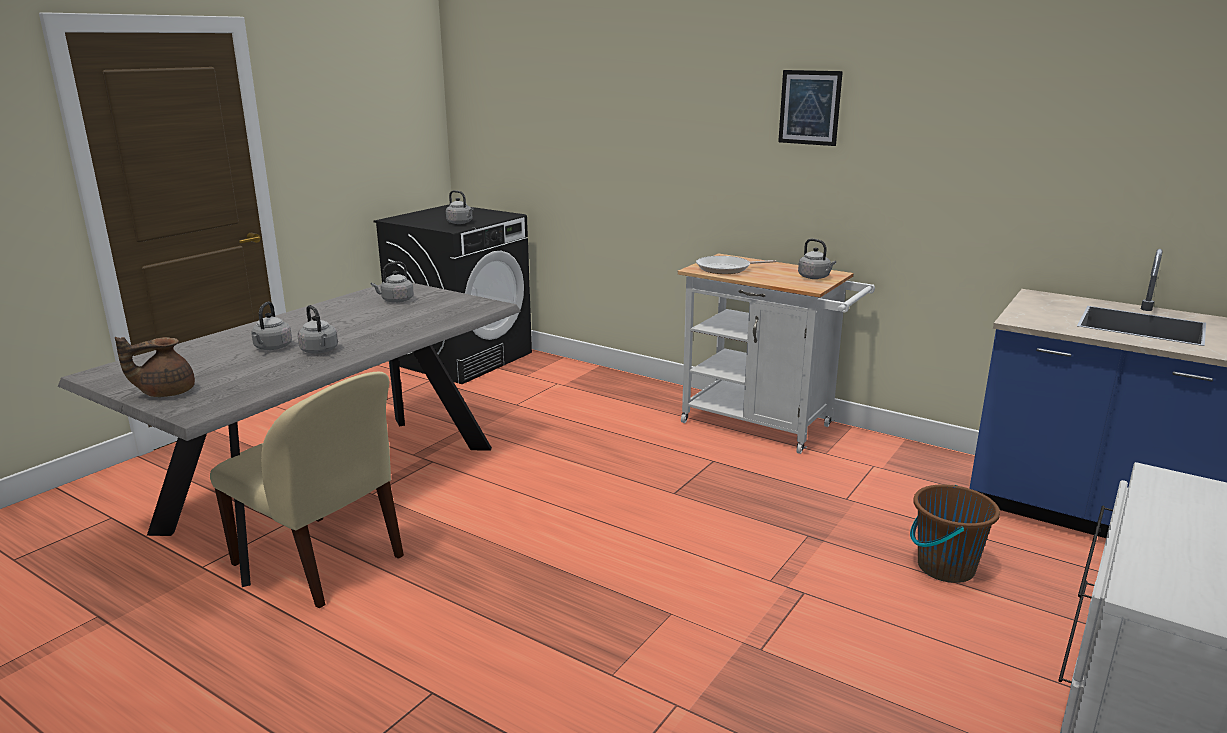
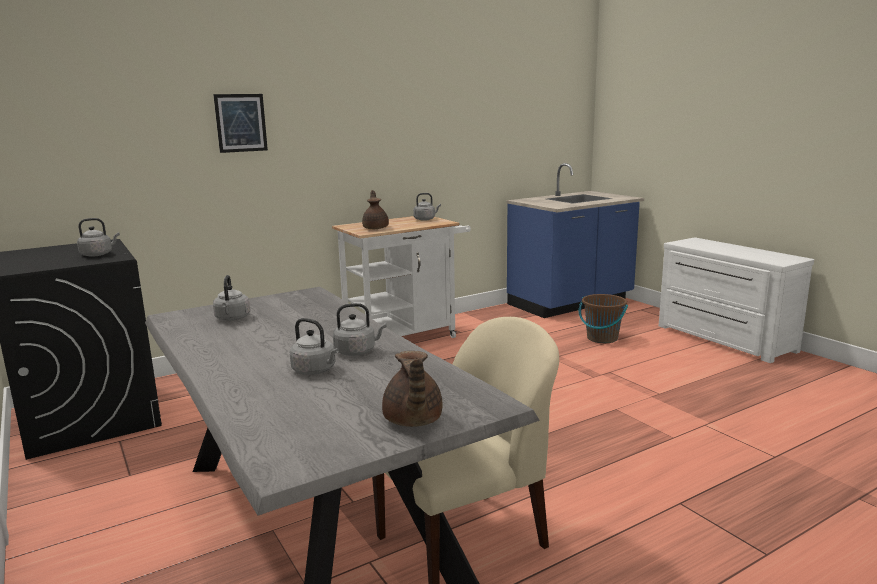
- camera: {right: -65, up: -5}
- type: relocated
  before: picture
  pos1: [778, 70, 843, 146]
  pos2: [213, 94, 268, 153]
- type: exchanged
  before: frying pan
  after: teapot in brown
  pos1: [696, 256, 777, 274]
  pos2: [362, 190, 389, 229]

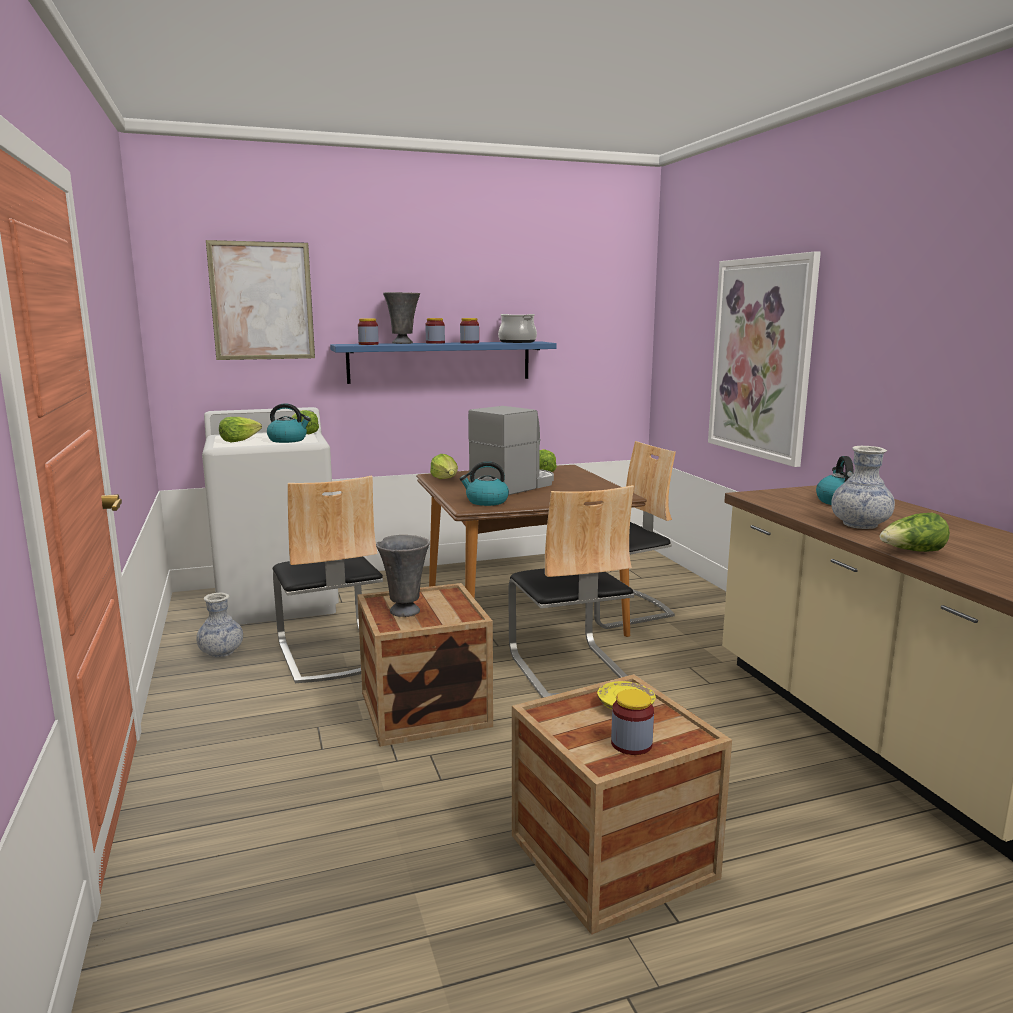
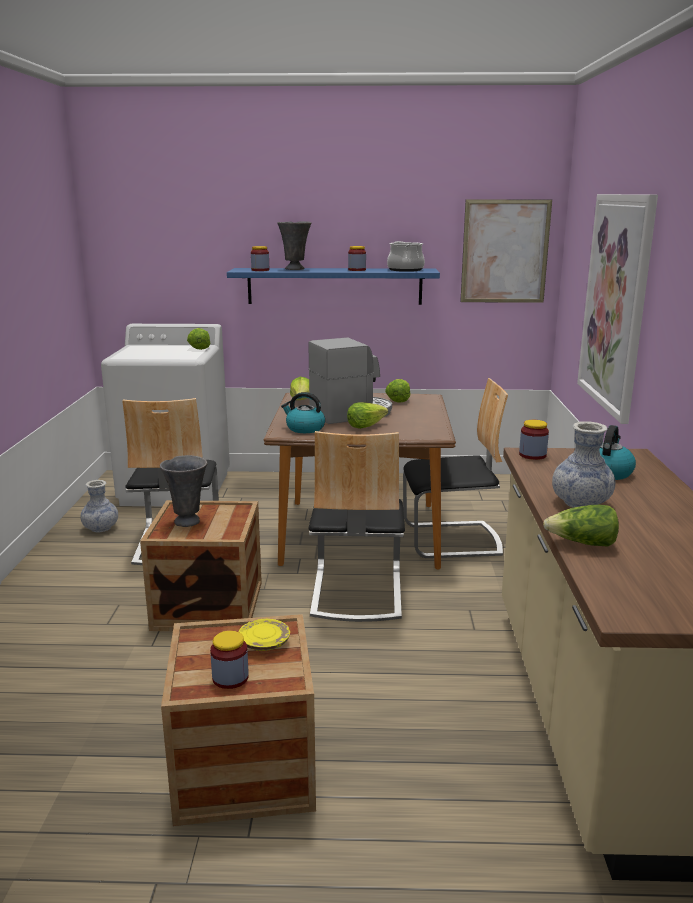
- camera: {right: 20, up: 5}
- type: relocated
  before: lettuce
  pos1: [219, 417, 262, 442]
  pos2: [347, 402, 388, 429]
- type: relocated
  before: picture
  pos1: [206, 240, 315, 360]
  pos2: [460, 199, 552, 303]
- type: relocated
  before: jar
  pos1: [425, 318, 445, 344]
  pos2: [519, 420, 549, 460]
- type: missing
  before: kettle
  pos1: [267, 403, 311, 443]

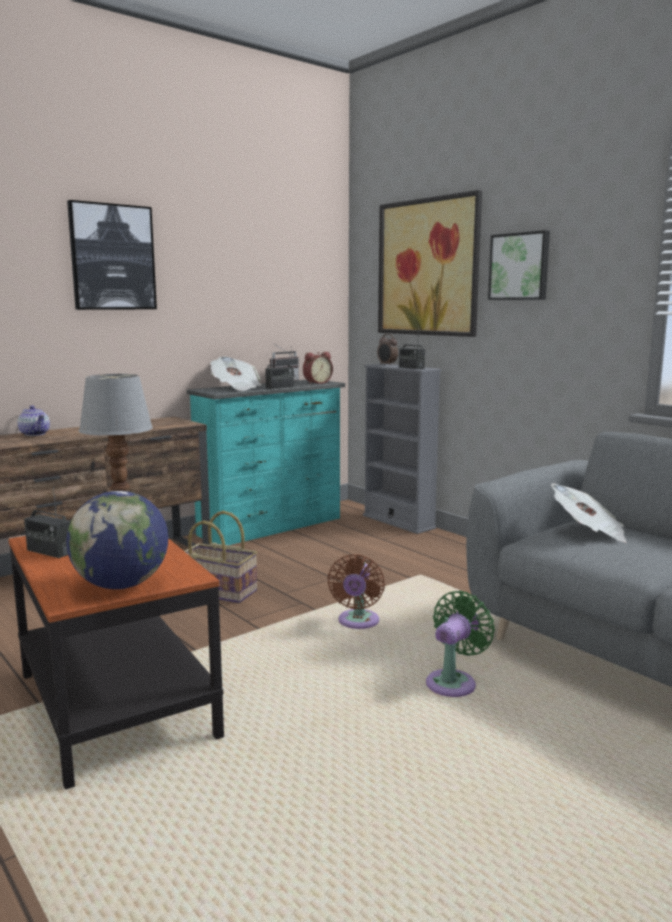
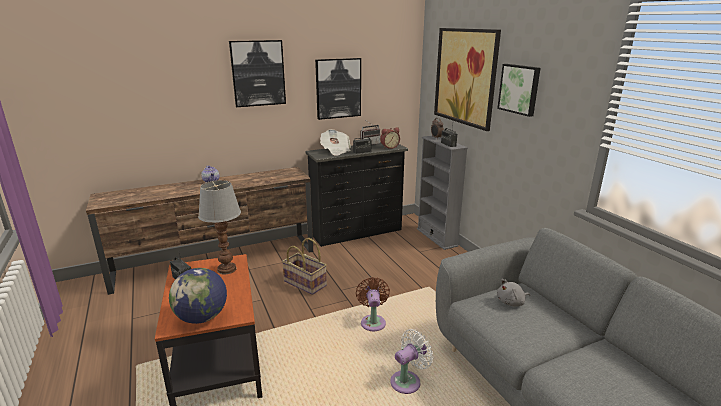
- camera: {right: 15, up: 10}
- type: colour
  before: dresser in turquoise
  after: dresser in black
  pos1: [187, 380, 345, 545]
  pos2: [305, 142, 408, 247]
- type: appeared
  after: picture
  pos2: [315, 58, 361, 120]
- type: spun
  before: fan in brown
  pos1: [328, 554, 385, 629]
  pos2: [356, 277, 390, 331]
  turn: 150
- type: colour
  before: fan in green
  after: fan in white
  pos1: [426, 591, 495, 697]
  pos2: [390, 329, 433, 394]
- type: exchanged
  before: newspaper
  after: plush toy in grey
  pos1: [551, 483, 626, 542]
  pos2: [497, 279, 530, 307]

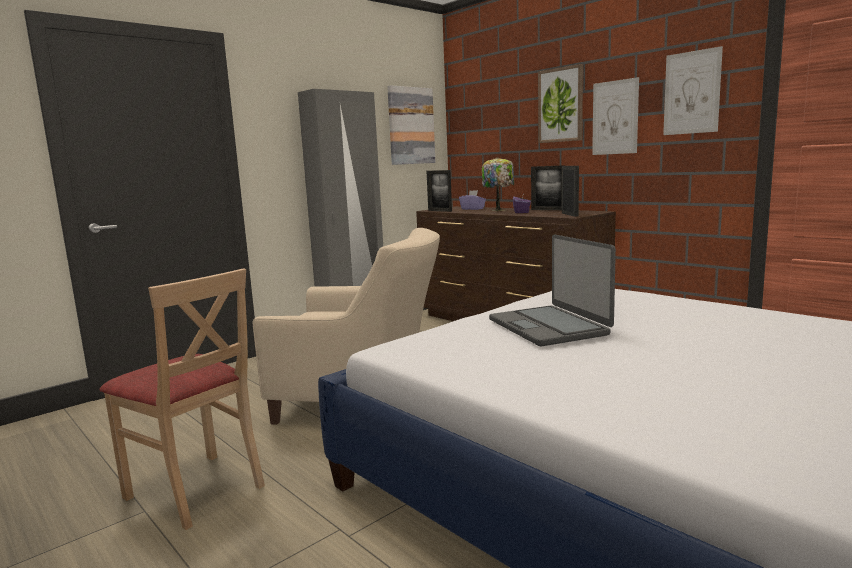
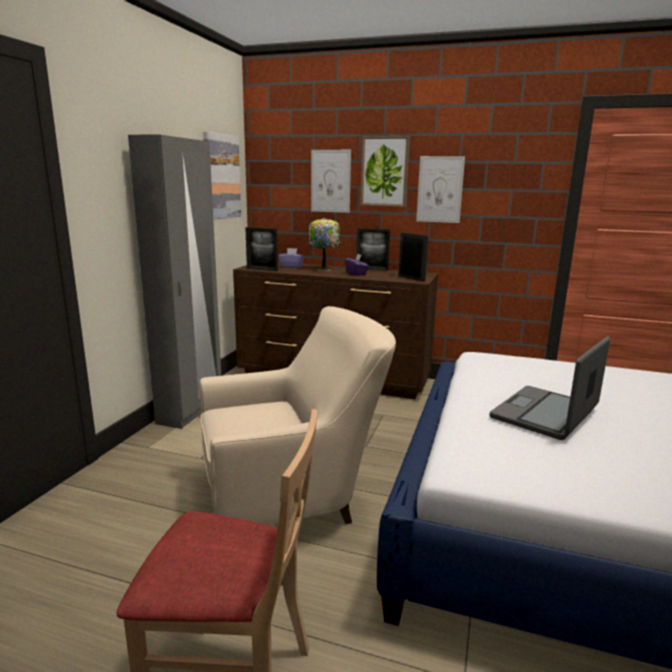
- camera: {right: -30, up: 5}
- type: relocated
  before: picture
  pos1: [663, 46, 723, 135]
  pos2: [311, 150, 351, 213]
- type: spun
  before: laptop
  pos1: [489, 234, 616, 346]
  pos2: [489, 336, 610, 440]
  turn: 90

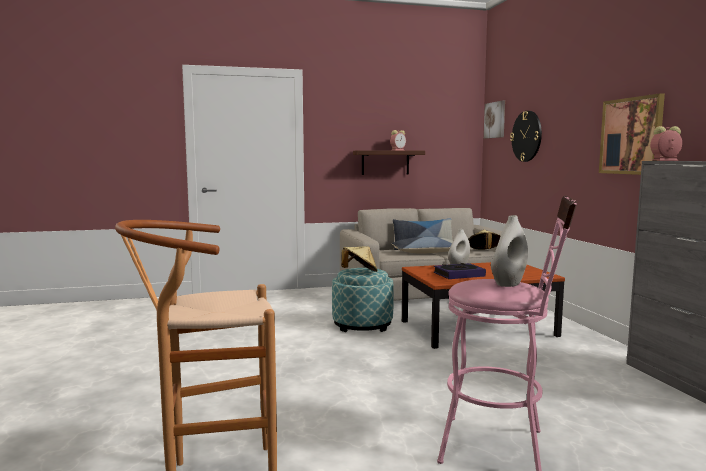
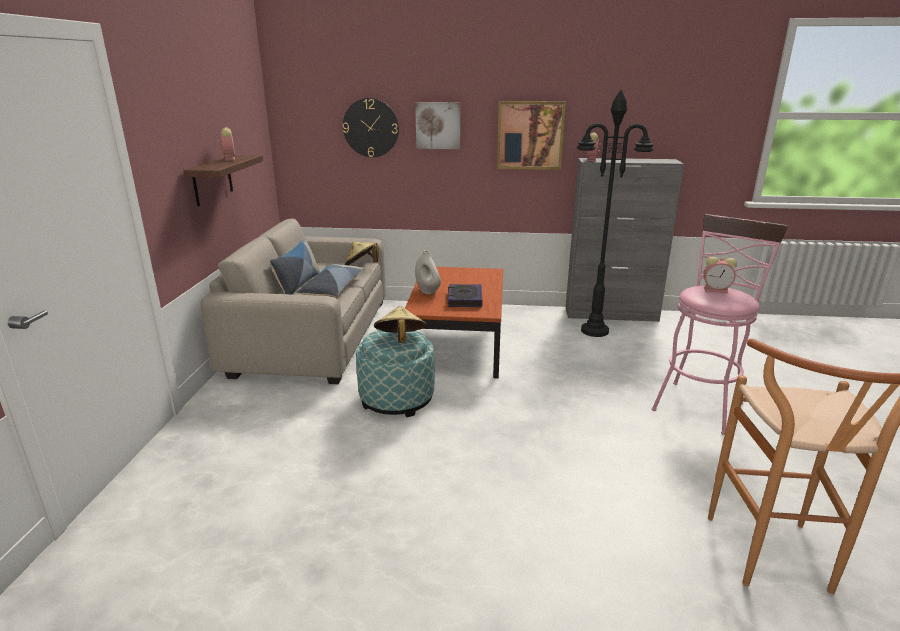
- camera: {right: -70, up: 15}
- type: relocated
  before: picture
  pos1: [484, 100, 505, 138]
  pos2: [415, 102, 460, 149]
- type: appeared
  after: floor lamp in black
  pos2: [577, 90, 654, 337]
- type: exchanged
  before: vase in white
  after: alarm clock
  pos1: [491, 215, 528, 287]
  pos2: [703, 257, 737, 293]

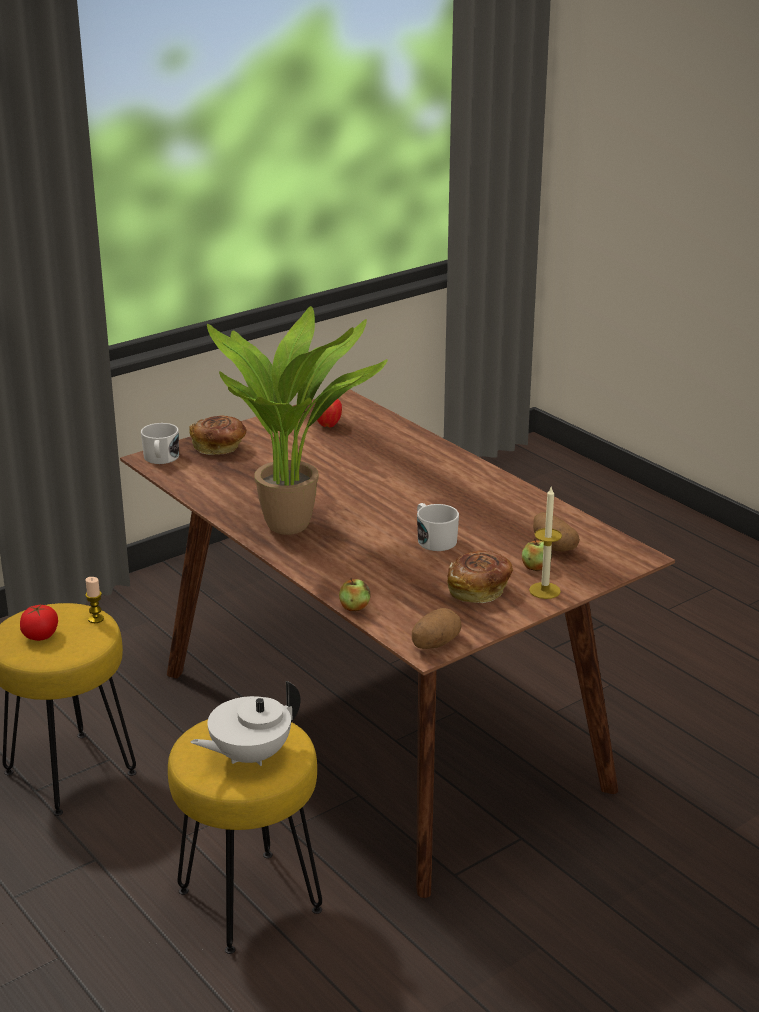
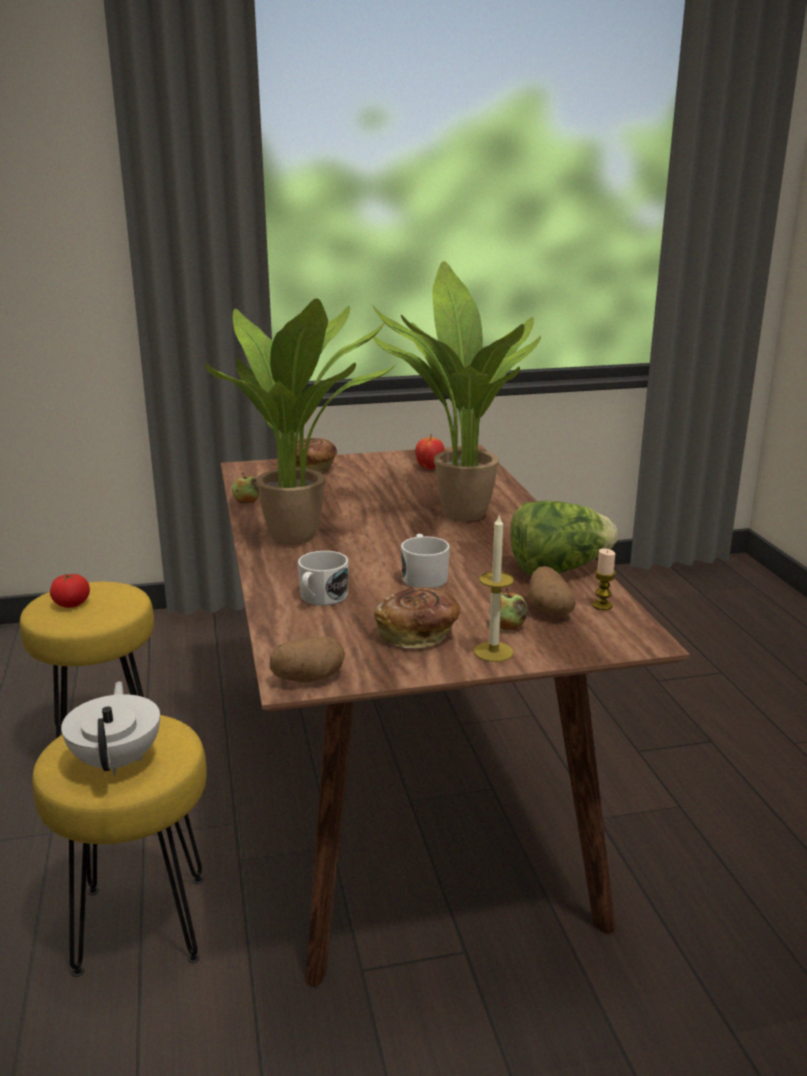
- camera: {right: 25, up: -5}
- type: spun
  before: teapot in white
  pos1: [191, 681, 301, 766]
  pos2: [61, 681, 160, 775]
  turn: 90
- type: relocated
  before: apple
  pos1: [339, 578, 371, 611]
  pos2: [232, 473, 259, 503]
- type: relocated
  before: mug in white
  pos1: [141, 423, 179, 464]
  pos2: [298, 551, 348, 606]
- type: appeared
  after: potted plant
  pos2: [372, 261, 541, 521]
- type: appeared
  after: lettuce
  pos2: [510, 501, 618, 575]
- type: relocated
  before: candle
  pos1: [85, 577, 104, 623]
  pos2: [592, 549, 616, 610]

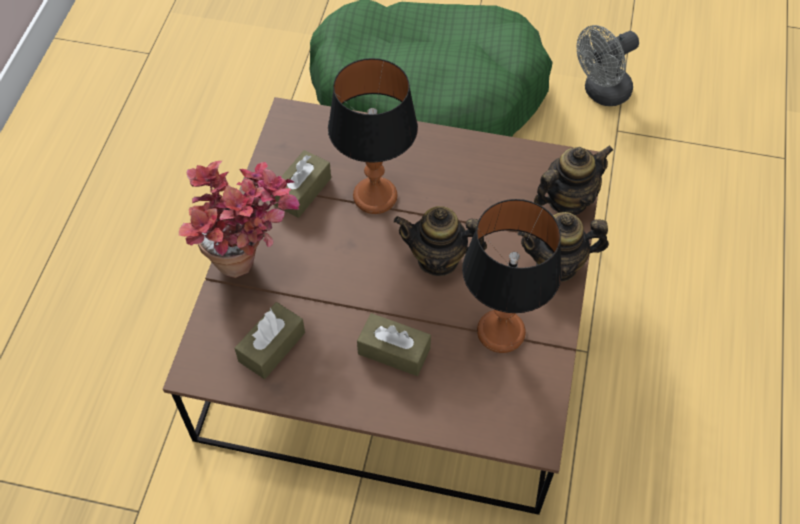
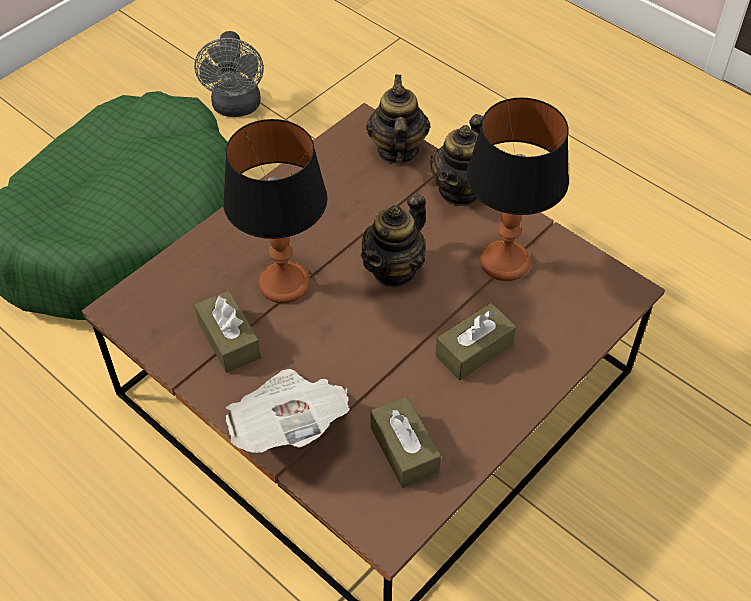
- camera: {right: -60, up: -5}
- type: exchanged
  before: potted plant
  after: newspaper
  pos1: [179, 161, 300, 278]
  pos2: [226, 369, 350, 453]

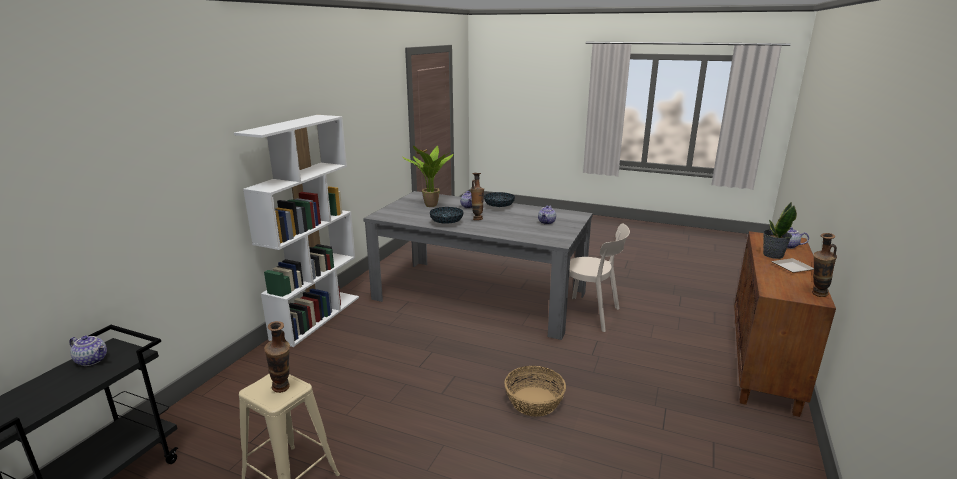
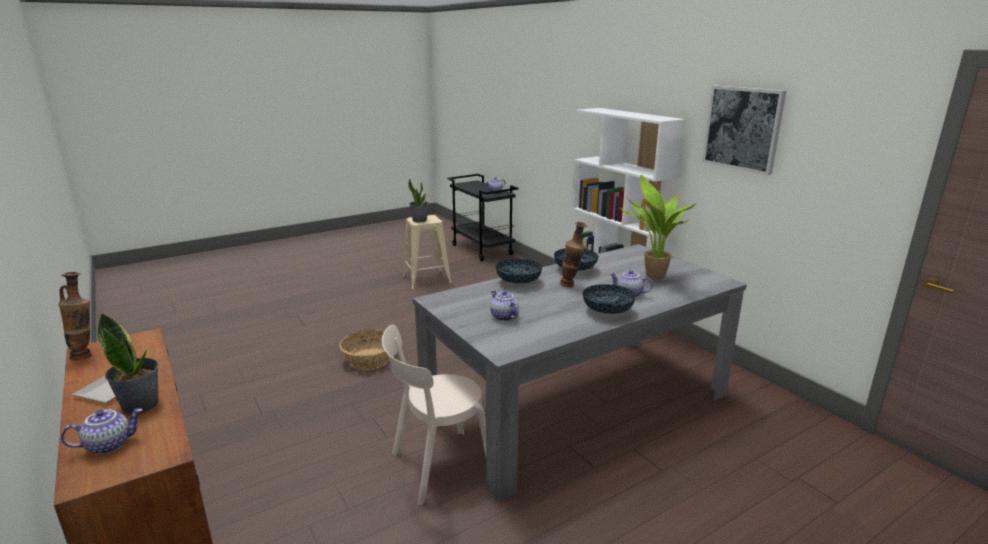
- camera: {right: 125, up: 0}
- type: exchanged
  before: vase
  after: potted plant
  pos1: [264, 321, 290, 393]
  pos2: [408, 179, 429, 223]
- type: appeared
  after: bowl
  pos2: [496, 259, 542, 283]
- type: appeared
  after: picture
  pos2: [702, 86, 786, 175]

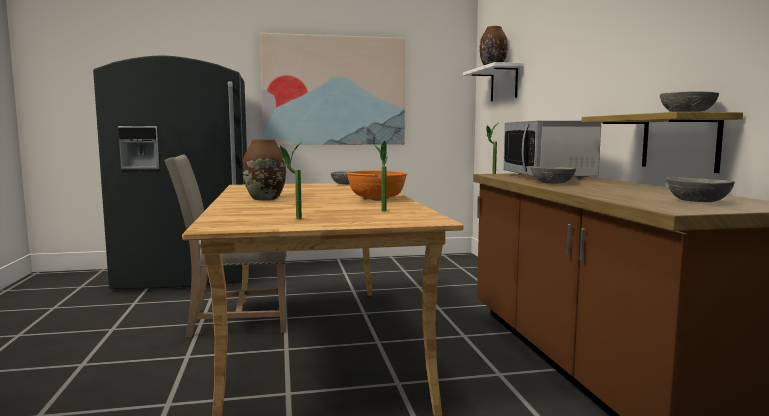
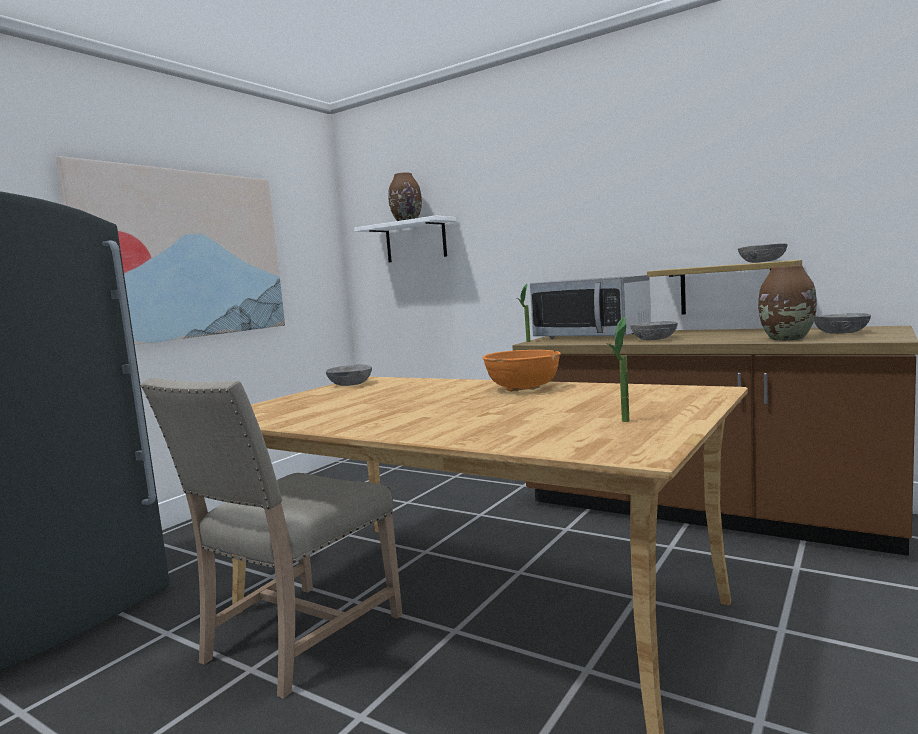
- camera: {right: -45, up: 0}
- type: relocated
  before: vase in brown
  pos1: [243, 139, 286, 200]
  pos2: [758, 265, 817, 341]
- type: missing
  before: potted plant
  pos1: [375, 141, 388, 211]

